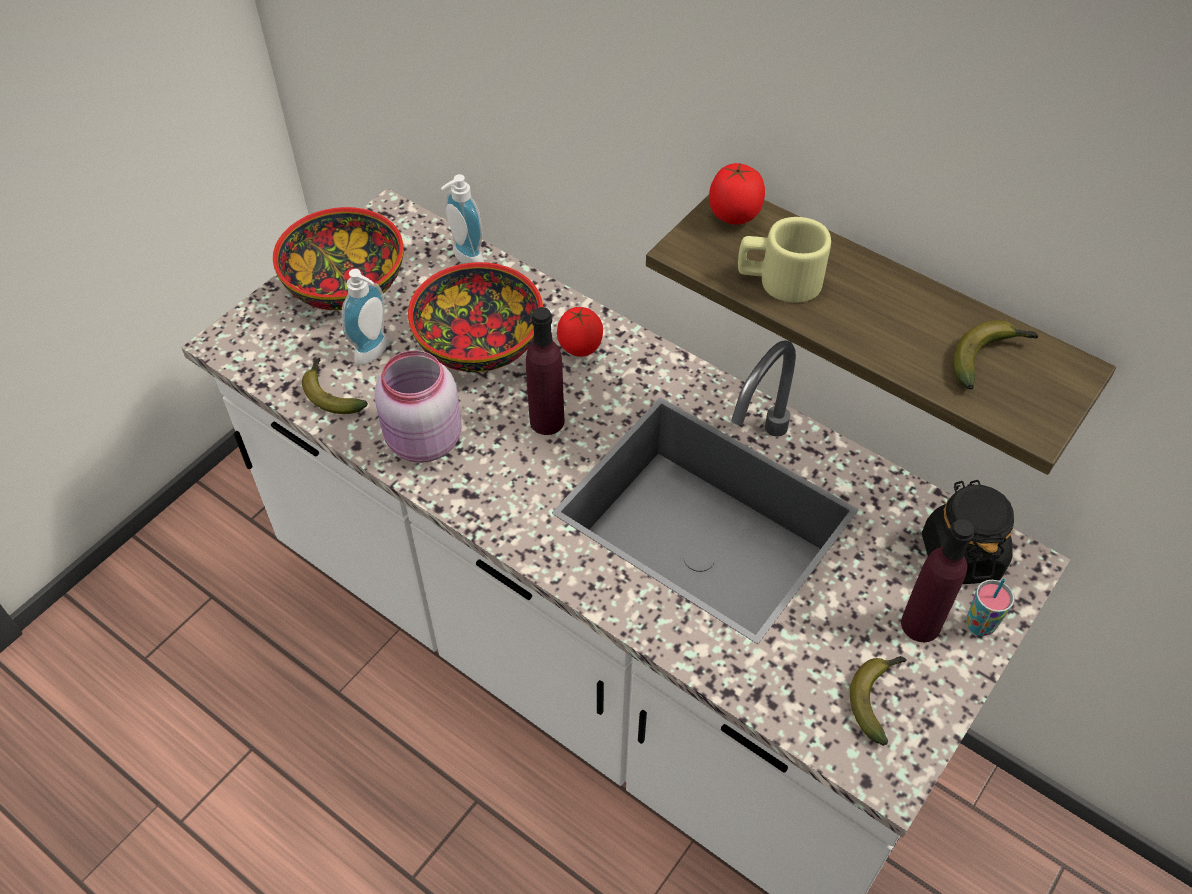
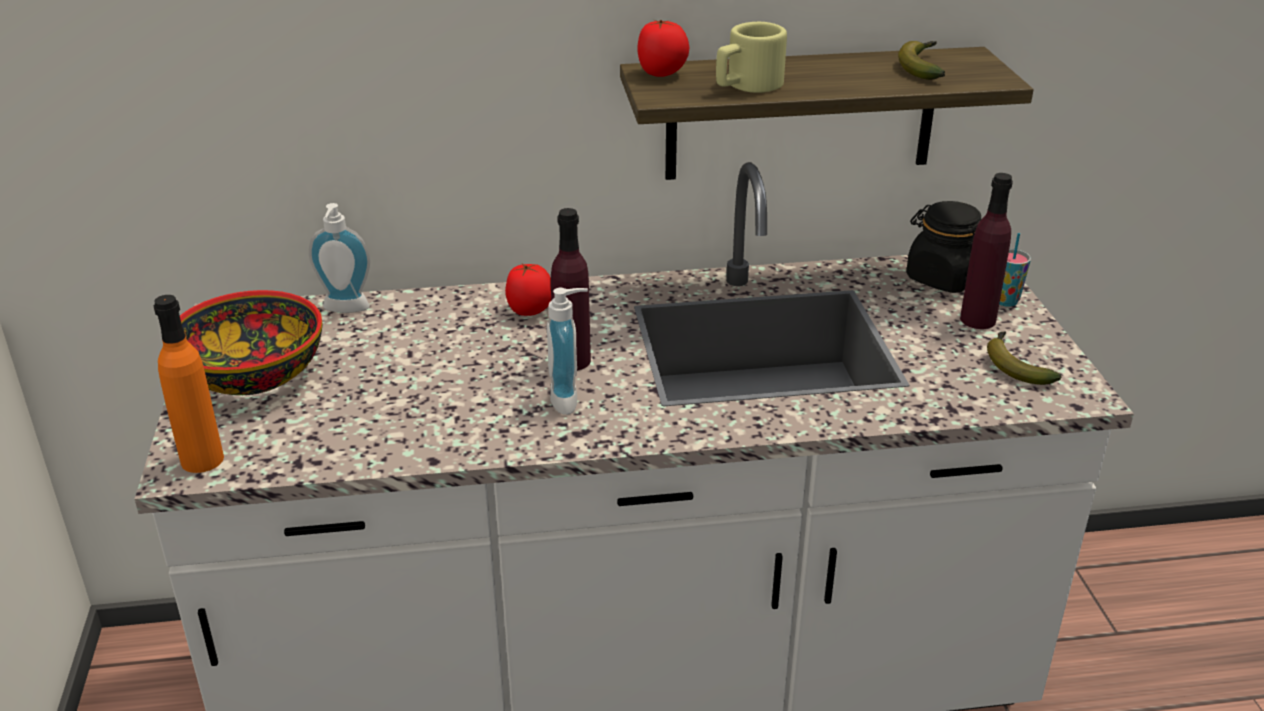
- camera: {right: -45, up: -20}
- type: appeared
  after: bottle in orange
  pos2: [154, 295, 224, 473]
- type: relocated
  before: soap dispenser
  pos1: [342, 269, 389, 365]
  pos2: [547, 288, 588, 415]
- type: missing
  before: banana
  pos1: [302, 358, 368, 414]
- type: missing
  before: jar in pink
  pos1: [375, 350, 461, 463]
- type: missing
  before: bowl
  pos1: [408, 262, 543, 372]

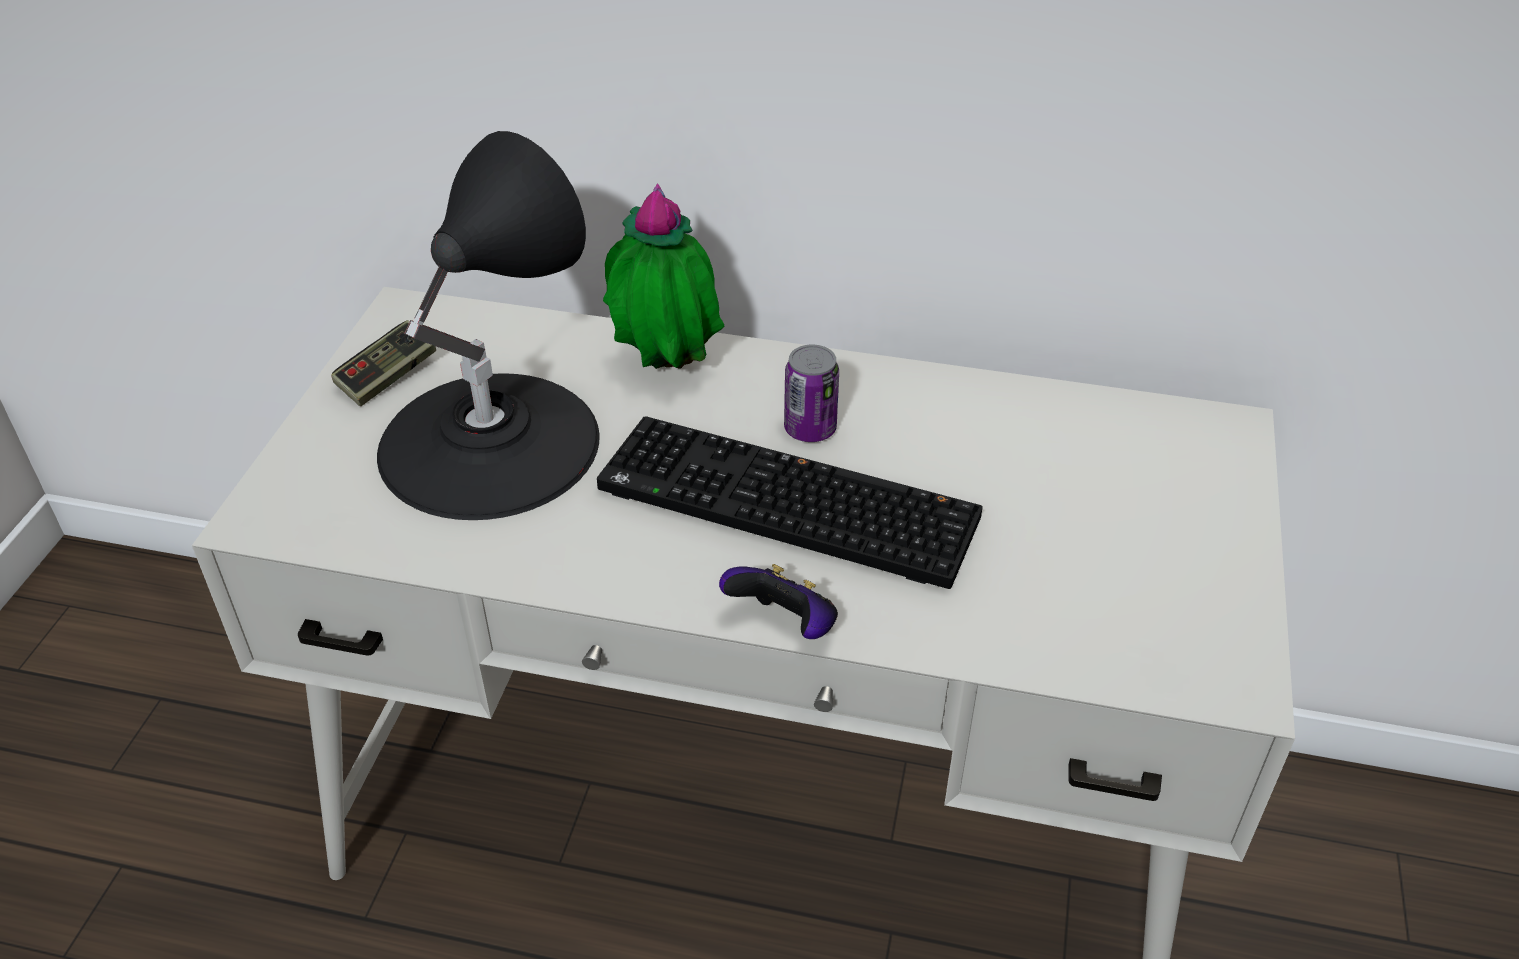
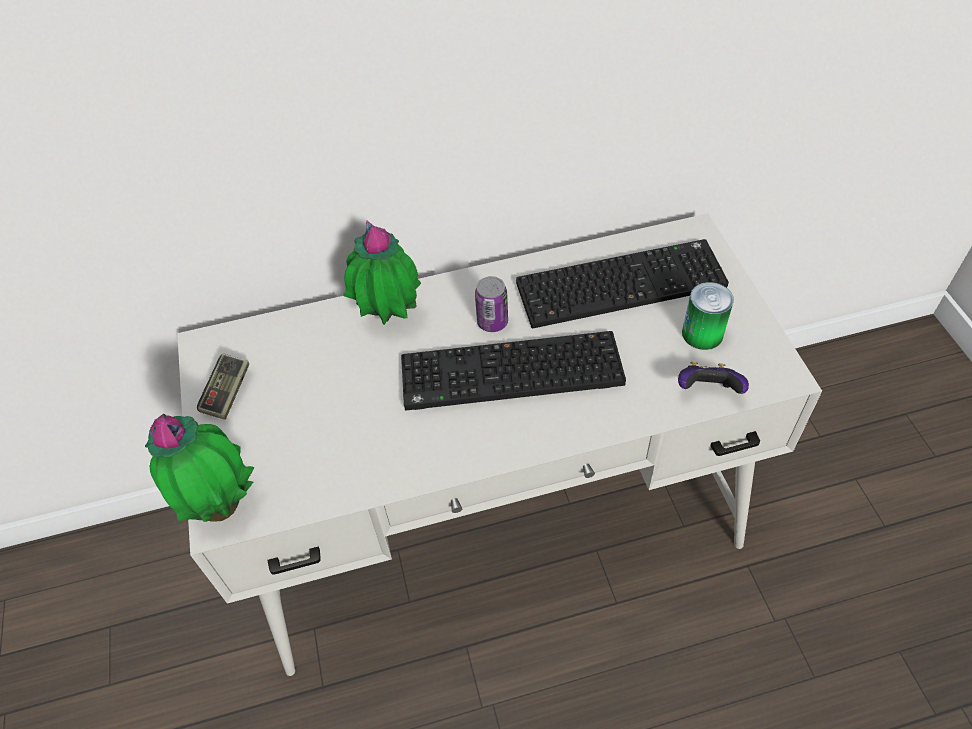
- camera: {right: -25, up: 10}
- type: appeared
  after: potted plant
  pos2: [145, 414, 254, 522]
- type: appeared
  after: keyboard
  pos2: [516, 239, 729, 328]
- type: relocated
  before: game controller
  pos1: [719, 564, 838, 639]
  pos2: [678, 362, 749, 394]
- type: appeared
  after: can
  pos2: [682, 282, 734, 350]
- type: missing
  before: table lamp in black
  pos1: [377, 131, 599, 520]

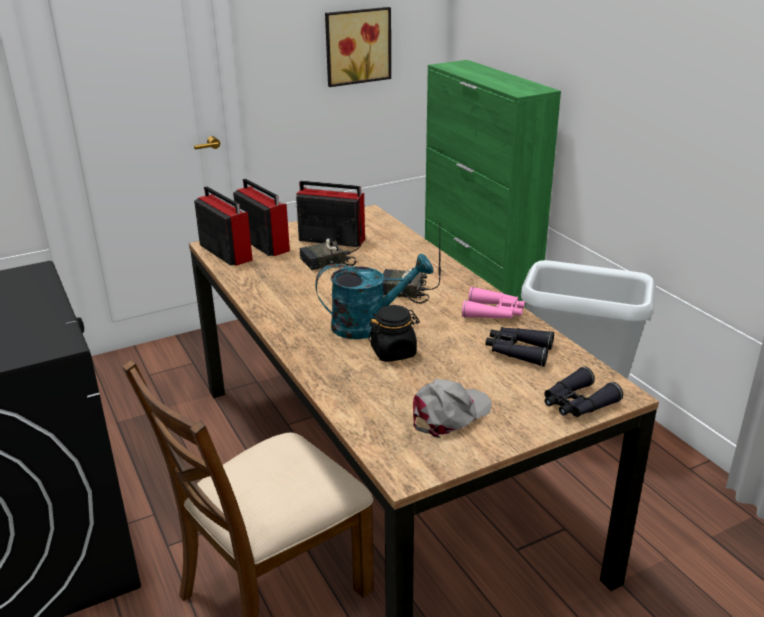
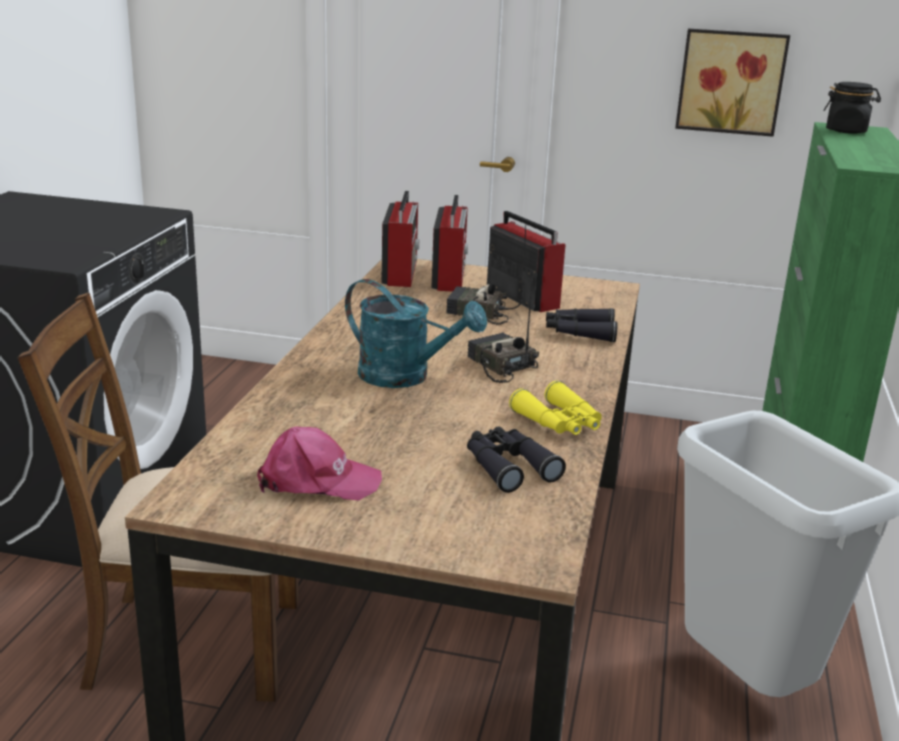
- camera: {right: 40, up: -5}
- type: colour
  before: cap in grey
  after: cap in pink
  pos1: [413, 379, 492, 438]
  pos2: [257, 427, 382, 500]
- type: colour
  before: binoculars in pink
  after: binoculars in yellow
  pos1: [462, 287, 525, 319]
  pos2: [509, 381, 602, 435]
- type: relocated
  before: binoculars in black
  pos1: [544, 367, 623, 417]
  pos2: [546, 308, 617, 342]
- type: relocated
  before: jar in black
  pos1: [368, 305, 420, 362]
  pos2: [823, 82, 881, 134]

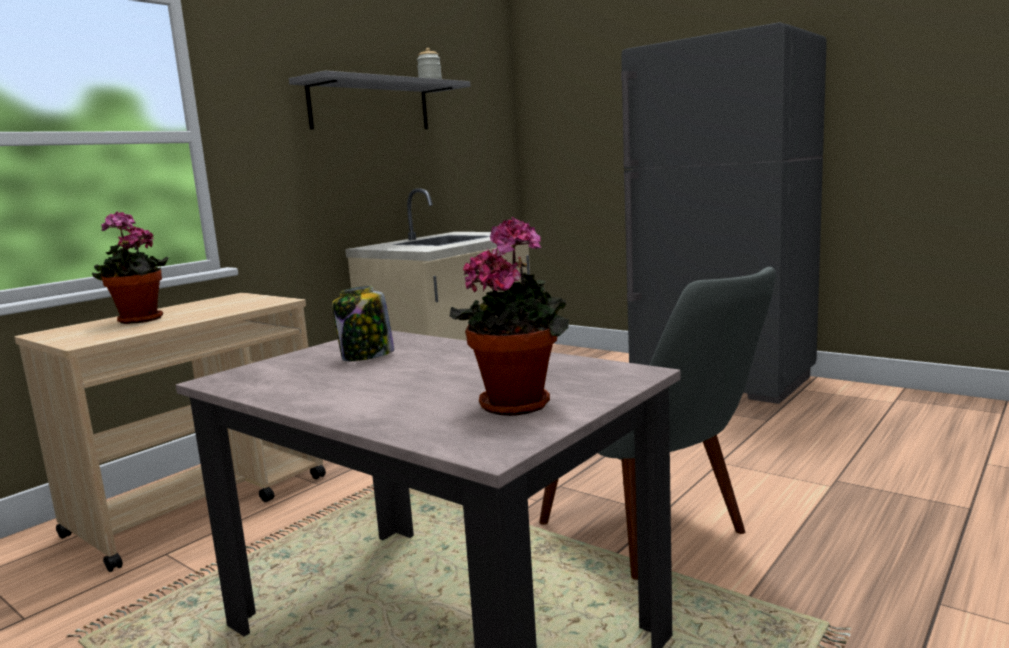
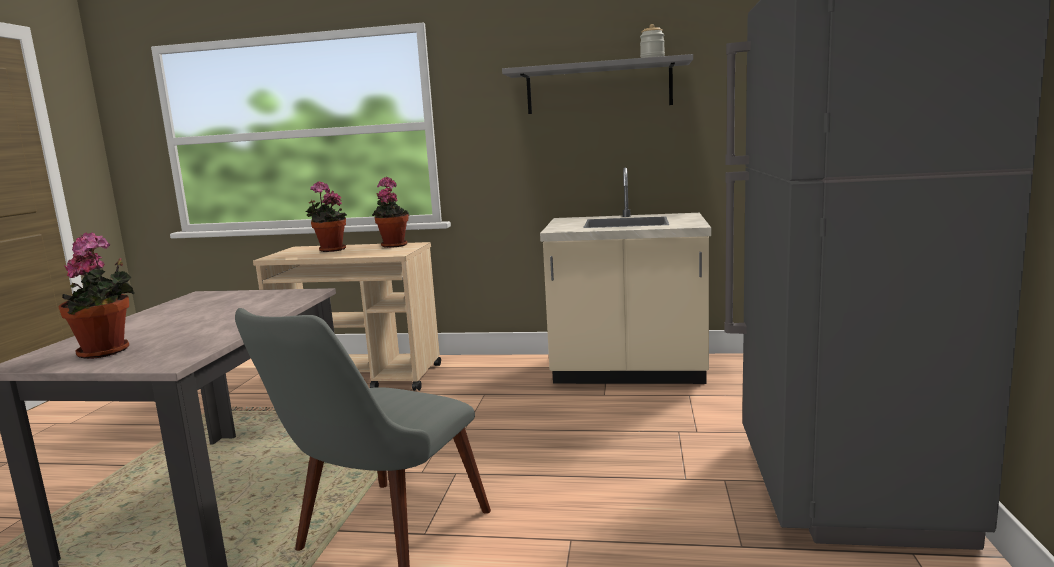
- camera: {right: 60, up: 0}
- type: appeared
  after: potted plant
  pos2: [372, 177, 410, 248]
- type: missing
  before: jar
  pos1: [332, 286, 394, 361]

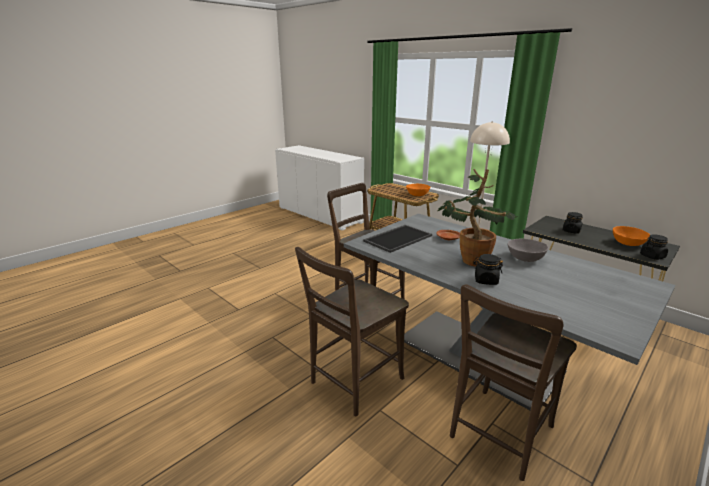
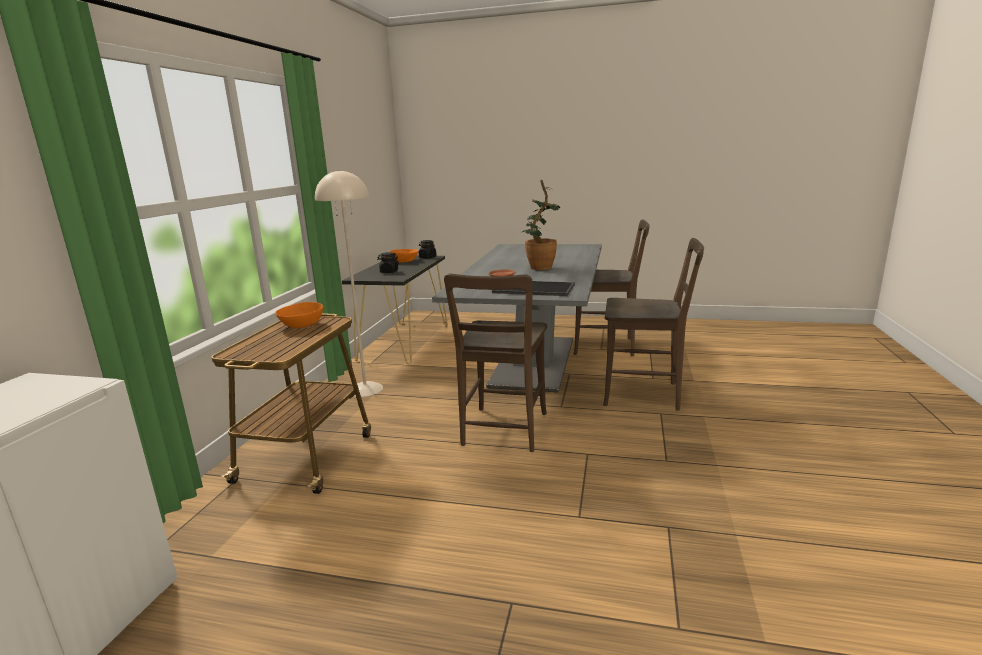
- camera: {right: -120, up: -5}
- type: missing
  before: jar in black
  pos1: [473, 254, 503, 285]
- type: missing
  before: bowl in grey
  pos1: [508, 239, 548, 262]

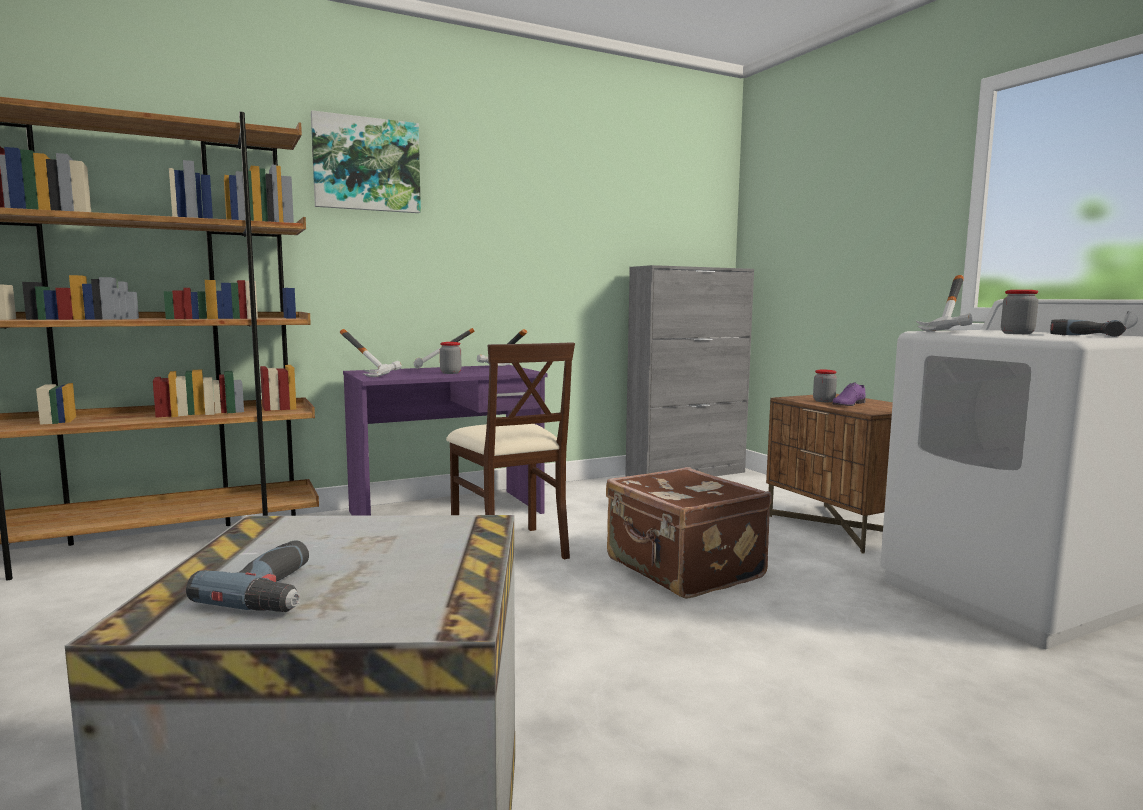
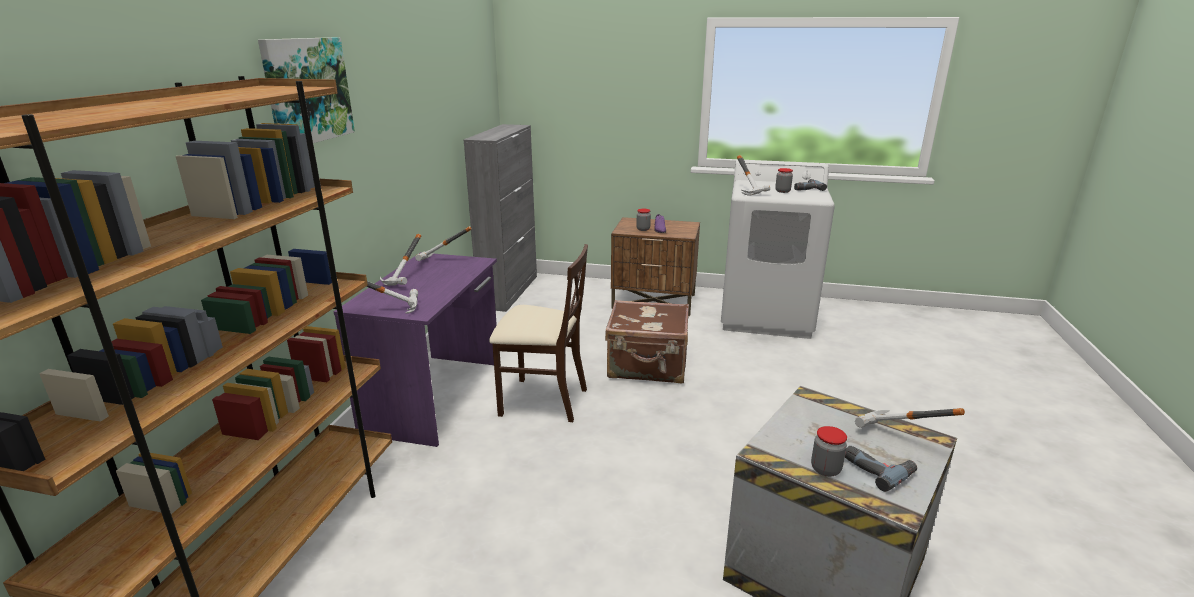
- camera: {right: -50, up: 15}
- type: relocated
  before: jar
  pos1: [440, 342, 461, 374]
  pos2: [811, 426, 847, 477]
- type: appeared
  after: hammer
  pos2: [855, 408, 965, 428]

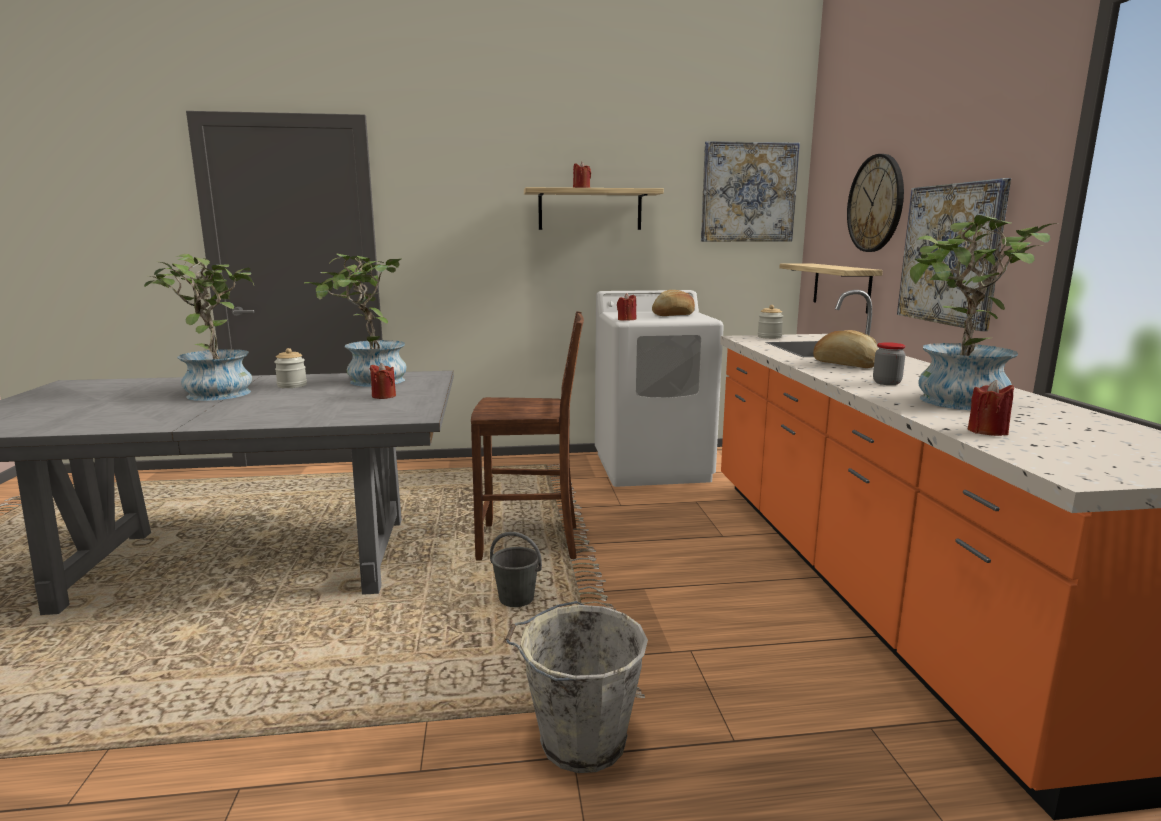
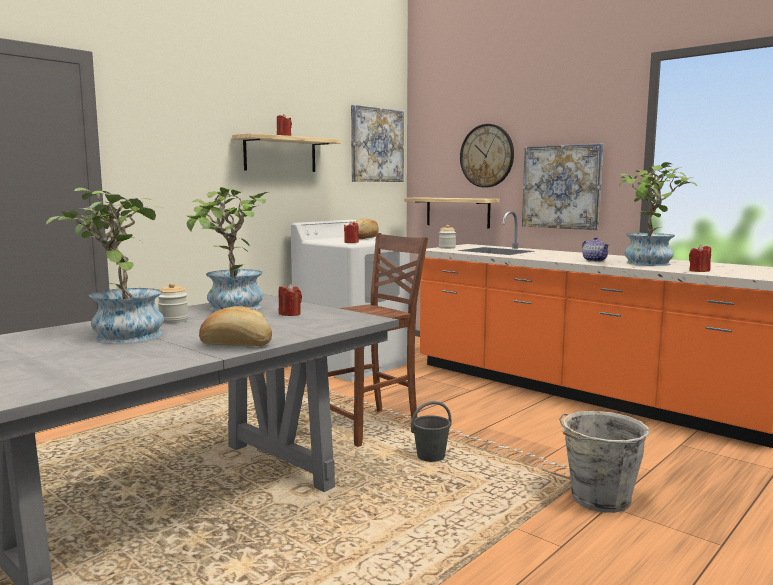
- camera: {right: -40, up: -5}
- type: relocated
  before: bread
  pos1: [813, 330, 878, 368]
  pos2: [199, 306, 272, 346]
- type: exchanged
  before: jar
  after: teapot
  pos1: [873, 342, 906, 385]
  pos2: [582, 237, 610, 262]

